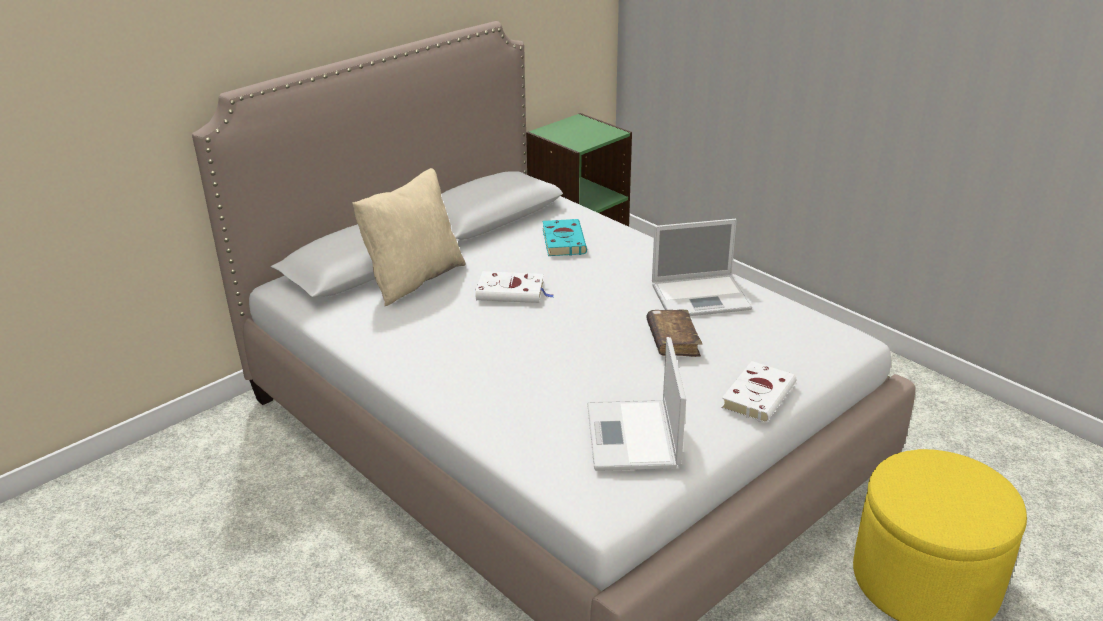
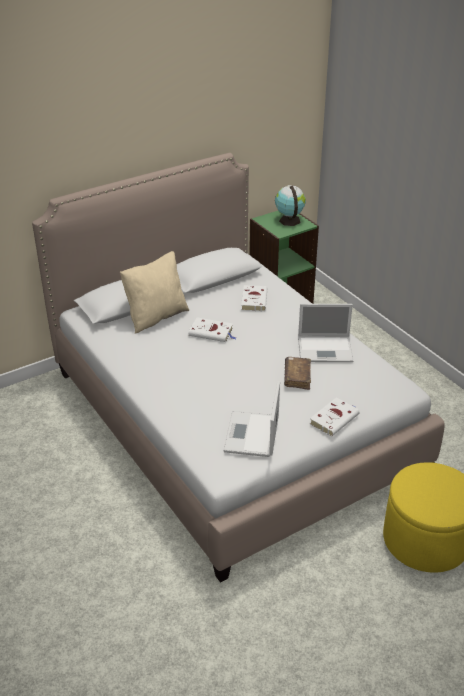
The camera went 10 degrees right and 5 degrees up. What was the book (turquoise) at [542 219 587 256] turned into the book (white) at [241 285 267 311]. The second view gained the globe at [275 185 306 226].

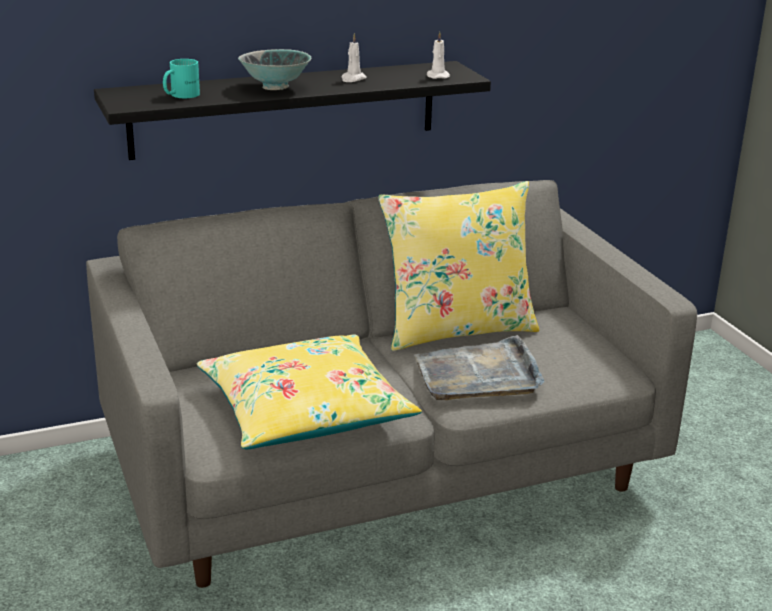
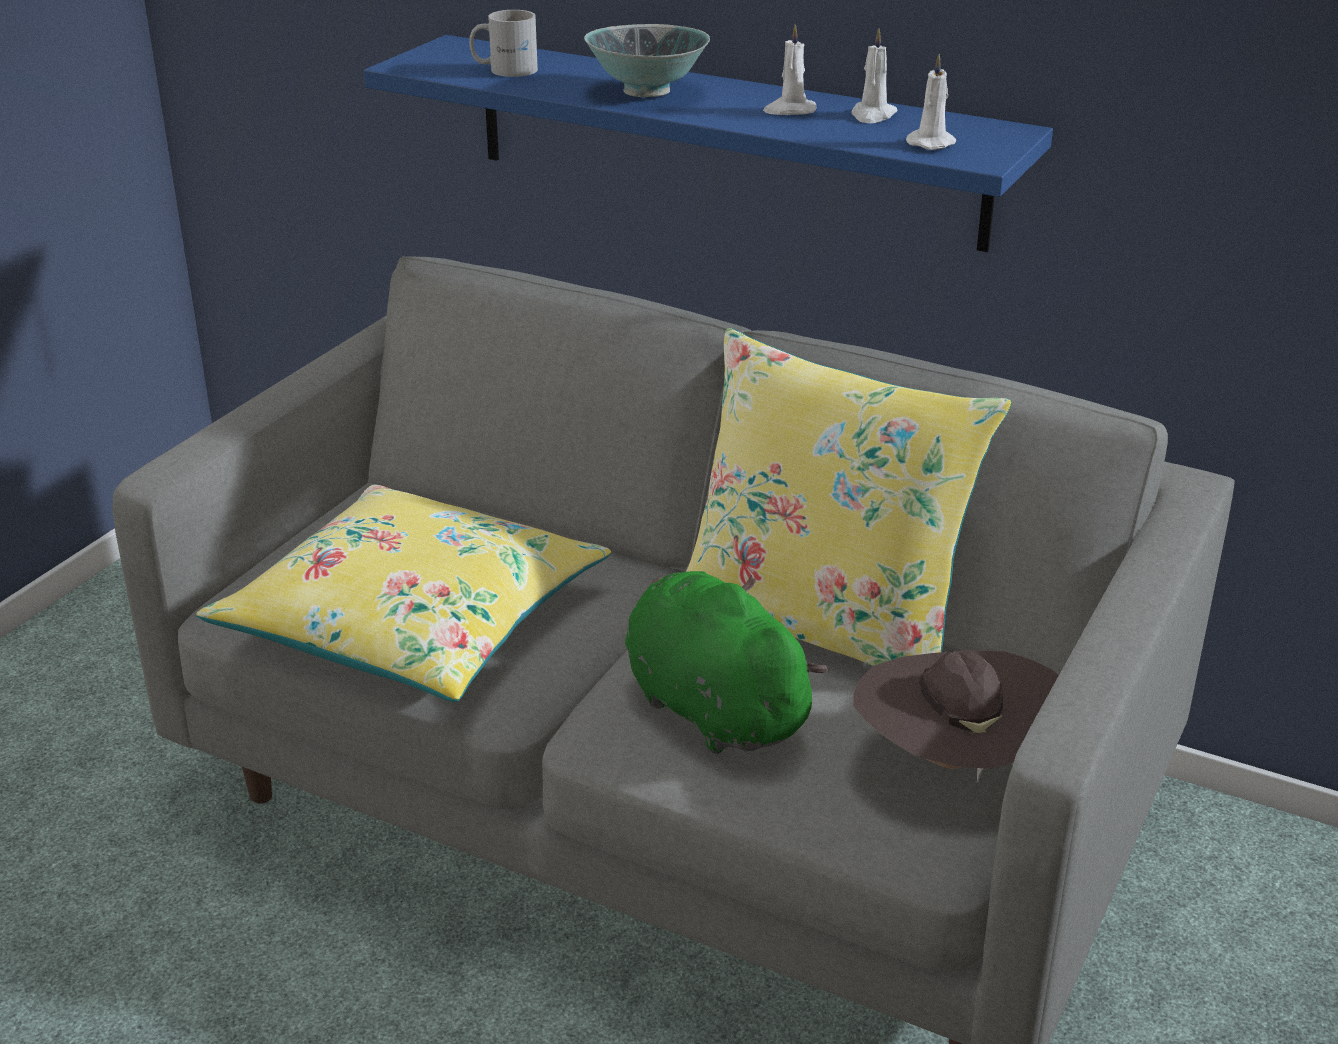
The camera went 50 degrees right and 5 degrees up. What was the shelf (black) at [94 61 491 160] turned into the shelf (blue) at [364 35 1053 252]. What was the mug (turquoise) at [163 59 200 98] turned into the mug (white) at [469 10 538 77]. Where the tray (grey) stood at [414 335 545 400], the plush toy (green) came to stand at [625 571 828 754]. The second view gained the candle (white) at [851 29 898 123]. The second view gained the hat (brown) at [853 650 1059 783].

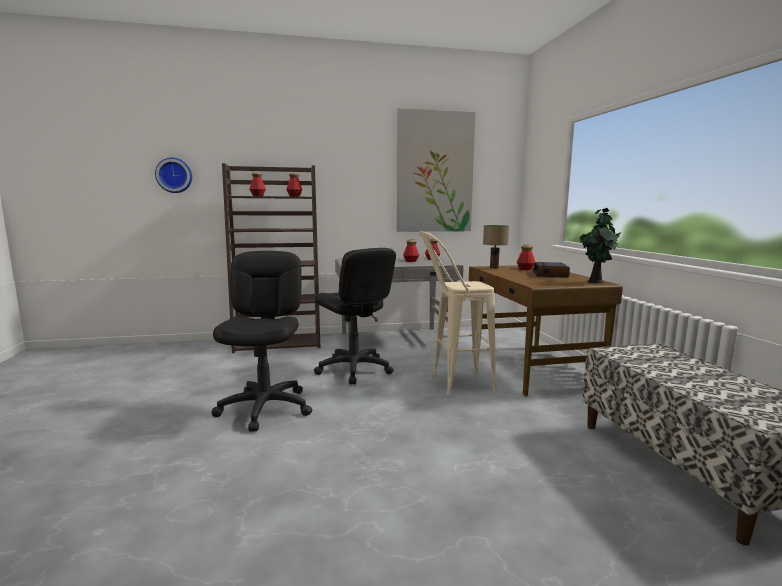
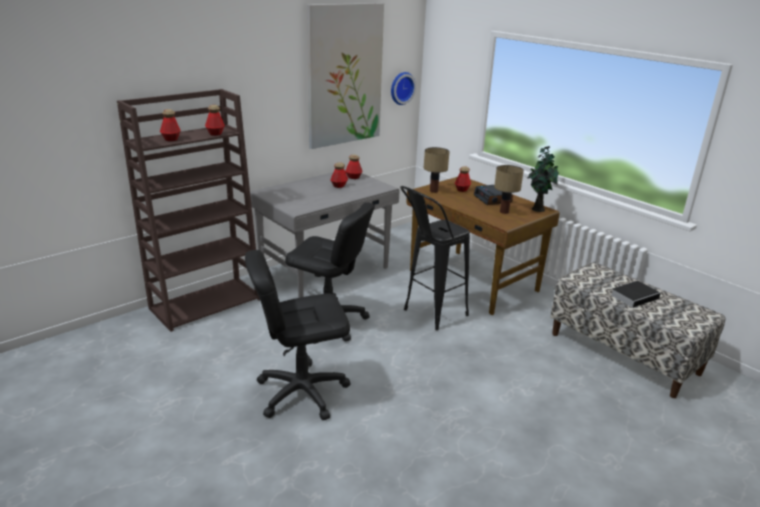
The camera went 30 degrees left and 15 degrees up. The office chair (black) at [212 251 312 432] ended up facing another way, 75 degrees counterclockwise from before. The wall clock ended up elsewhere, having gone from [155 158 192 193] to [391 72 416 105]. What was the stool (beige) at [419 231 497 395] turned into the stool (black) at [400 186 470 330]. The second view gained the table lamp at [494 165 524 214]. The second view gained the book at [611 281 661 308].

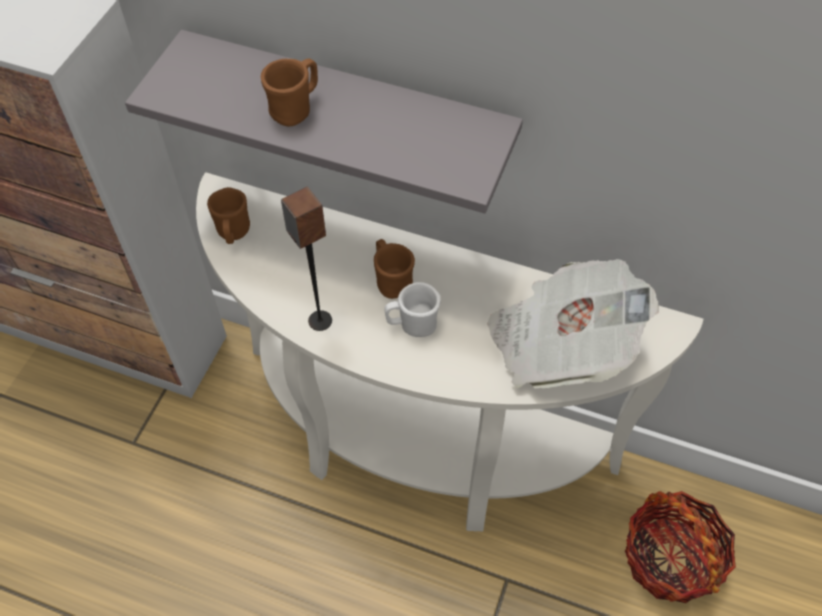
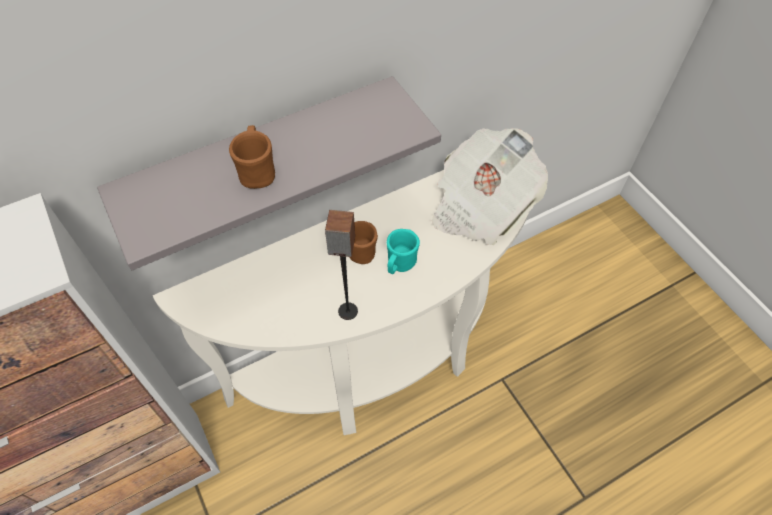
The camera went 50 degrees left and 0 degrees up. What was the mug (white) at [384 282 441 337] turned into the mug (turquoise) at [387 229 420 274]. The second view lost the mug (brown) at [207 187 250 244]. The second view lost the basket at [625 491 736 603].

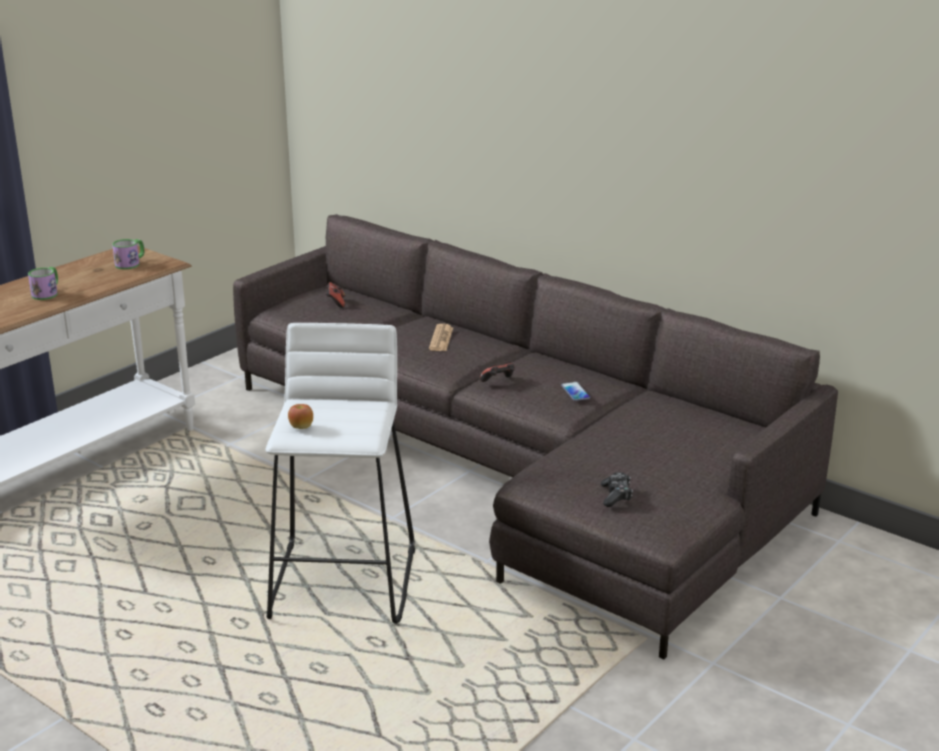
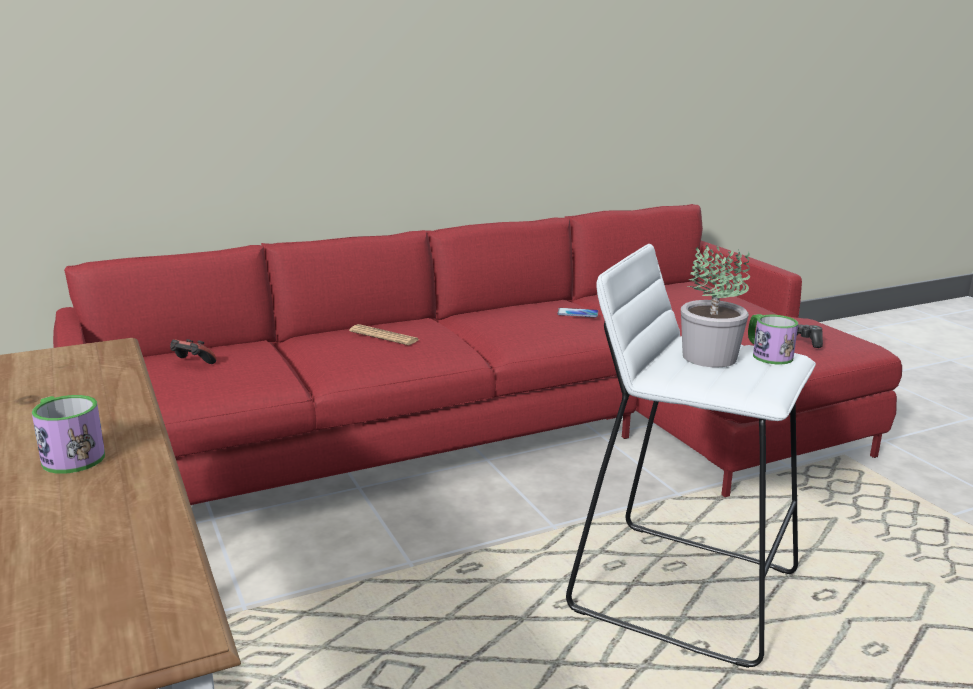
The camera went 65 degrees left and 5 degrees down. What was the sofa (grey) at [233 214 838 659] turned into the sofa (red) at [53 204 902 505]. The second view gained the potted plant at [681 244 750 367]. The mug ended up elsewhere, having gone from [112 239 144 269] to [748 314 798 364]. The second view lost the apple at [288 404 313 429]. The second view lost the game controller at [480 361 515 382].

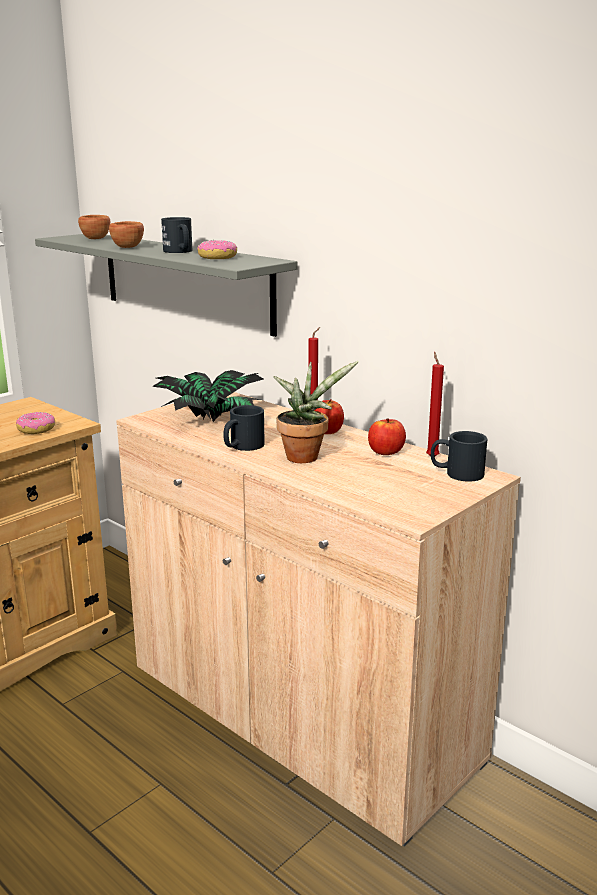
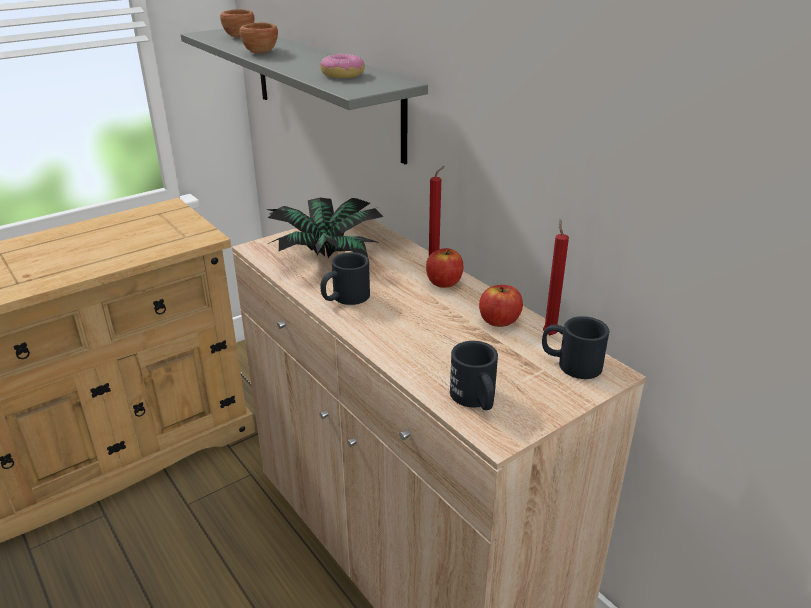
The camera went 10 degrees right and 10 degrees up. The mug (black) ended up elsewhere, having gone from [161 217 192 253] to [450 341 498 410]. The second view lost the donut at [16 412 55 434]. The second view lost the potted plant at [273 361 359 463].

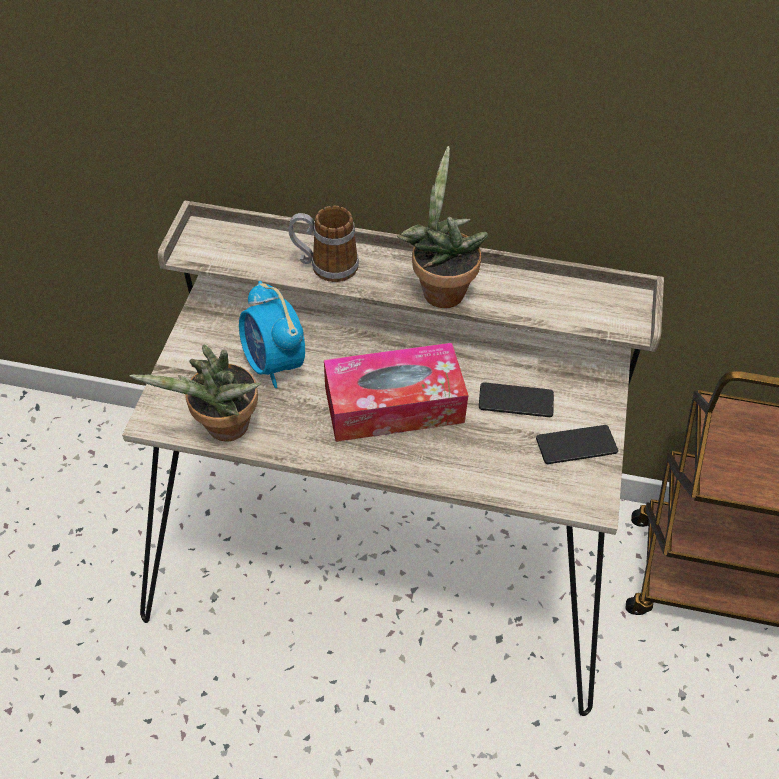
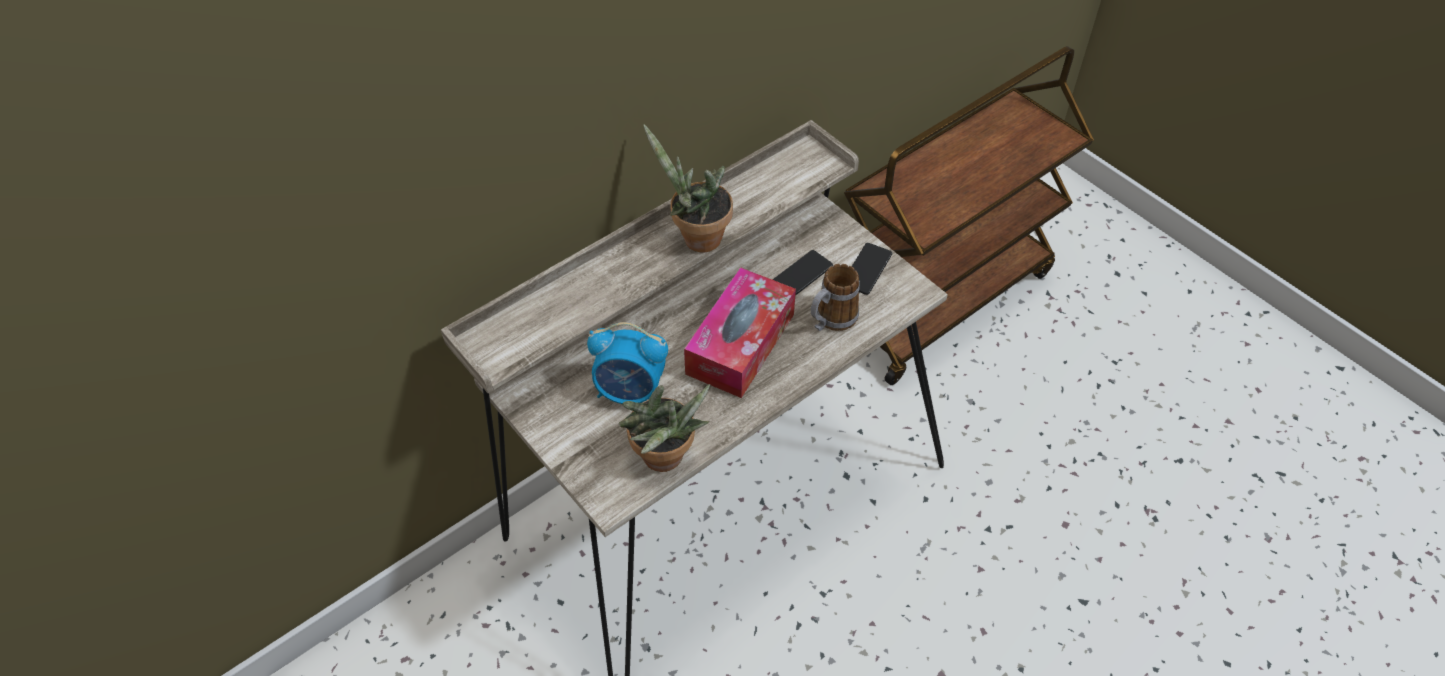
The camera went 50 degrees left and 0 degrees up. The mug ended up elsewhere, having gone from [288 206 359 282] to [811 264 860 331].

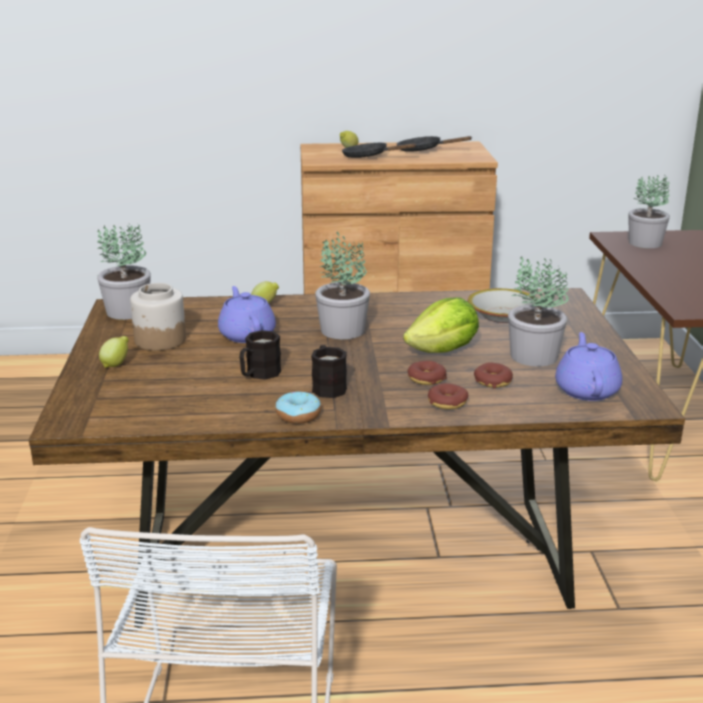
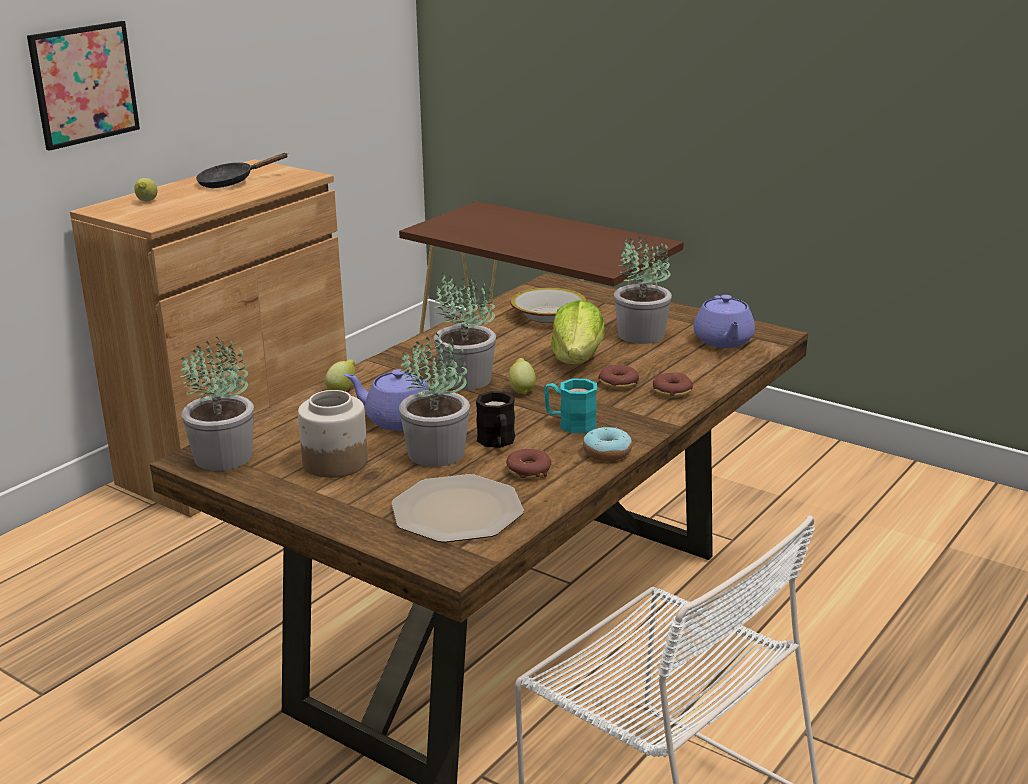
The camera went 50 degrees left and 0 degrees up. The second view gained the picture at [27 21 140 151]. The second view gained the plate at [391 474 524 543]. The potted plant ended up elsewhere, having gone from [629 175 670 248] to [399 333 470 467]. The donut ended up elsewhere, having gone from [474 362 513 389] to [506 449 551 479]. The lemon ended up elsewhere, having gone from [99 336 129 368] to [508 358 536 395]. What was the mug (black) at [311 345 347 398] turned into the mug (turquoise) at [544 379 597 433]. The teapot (purple) at [555 332 622 401] ended up facing another way, 135 degrees counterclockwise from before. The second view lost the frying pan (black) at [342 143 417 158].

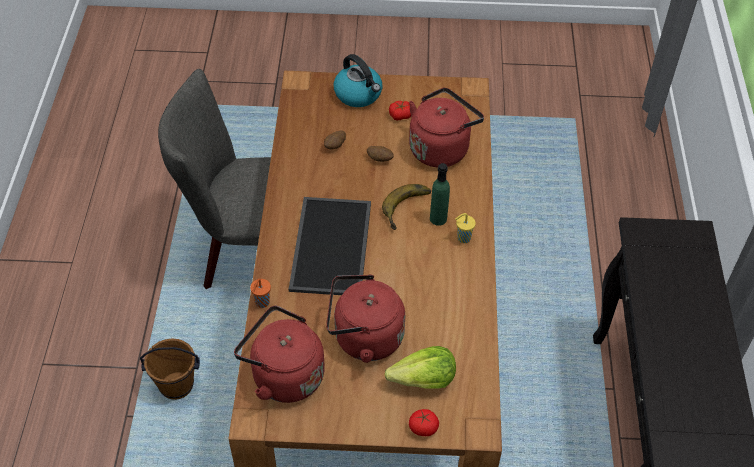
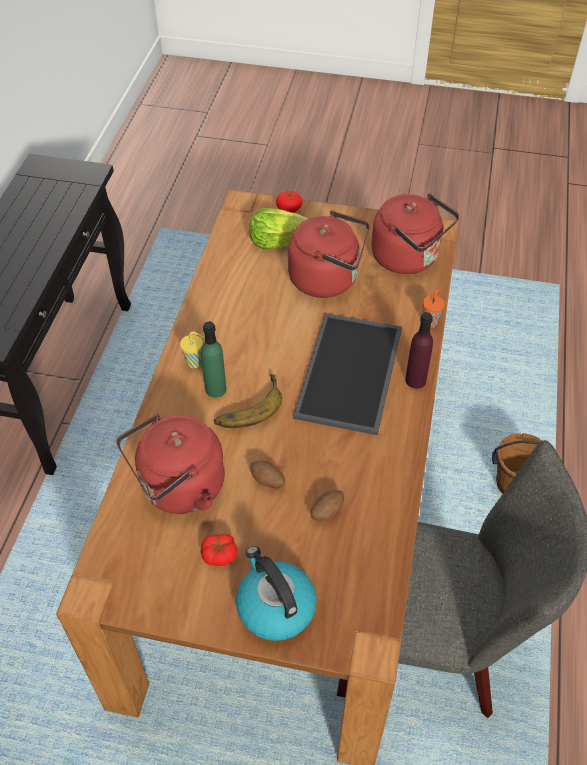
The camera went 170 degrees left and 0 degrees up. The second view gained the bottle (purple) at [405 312 433 389].

